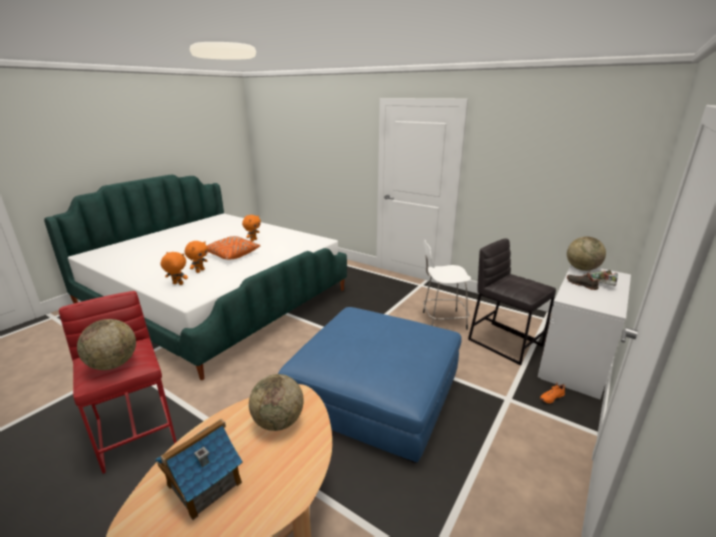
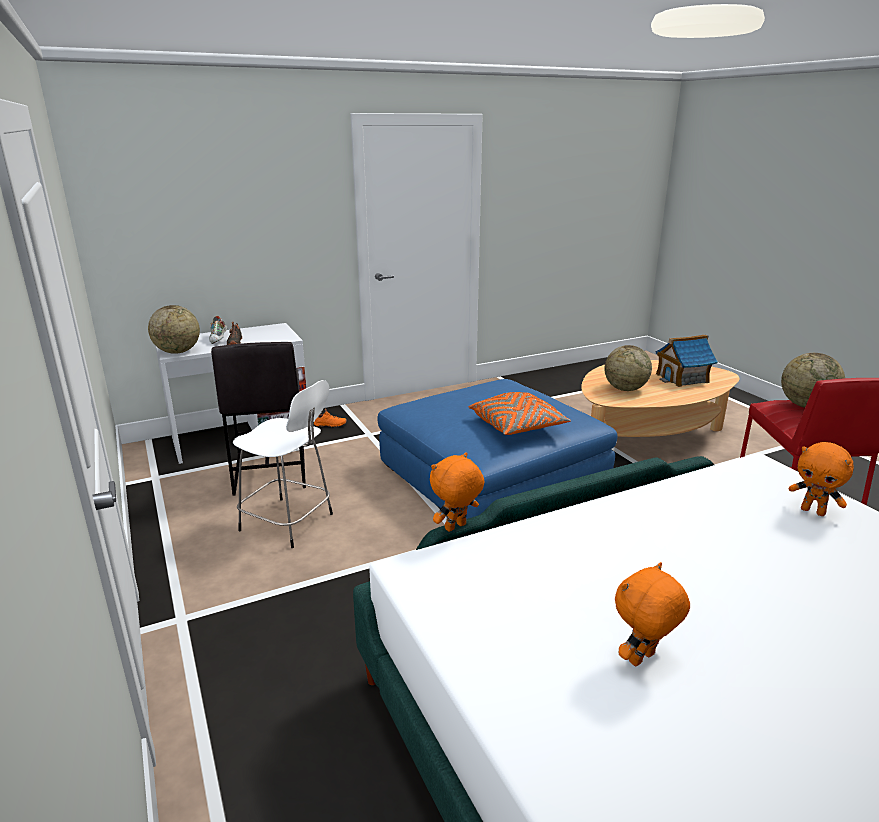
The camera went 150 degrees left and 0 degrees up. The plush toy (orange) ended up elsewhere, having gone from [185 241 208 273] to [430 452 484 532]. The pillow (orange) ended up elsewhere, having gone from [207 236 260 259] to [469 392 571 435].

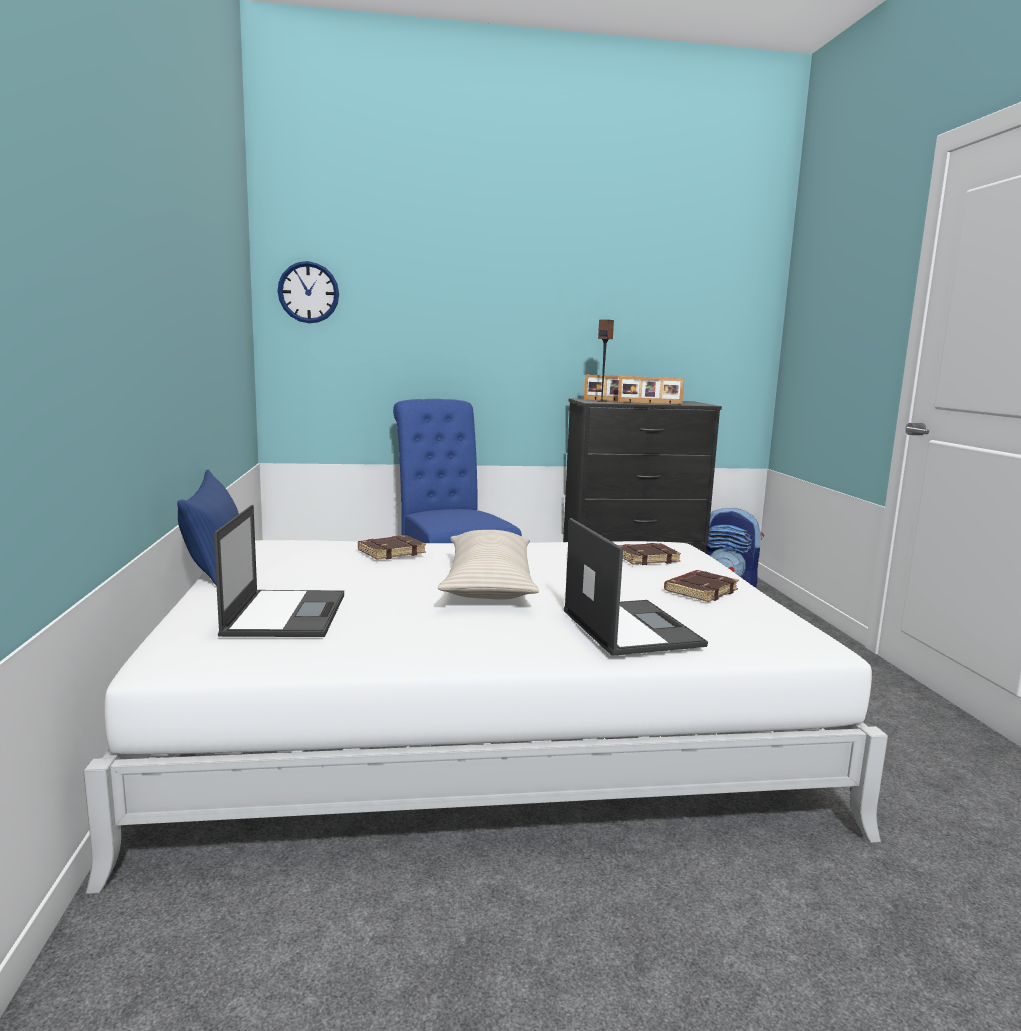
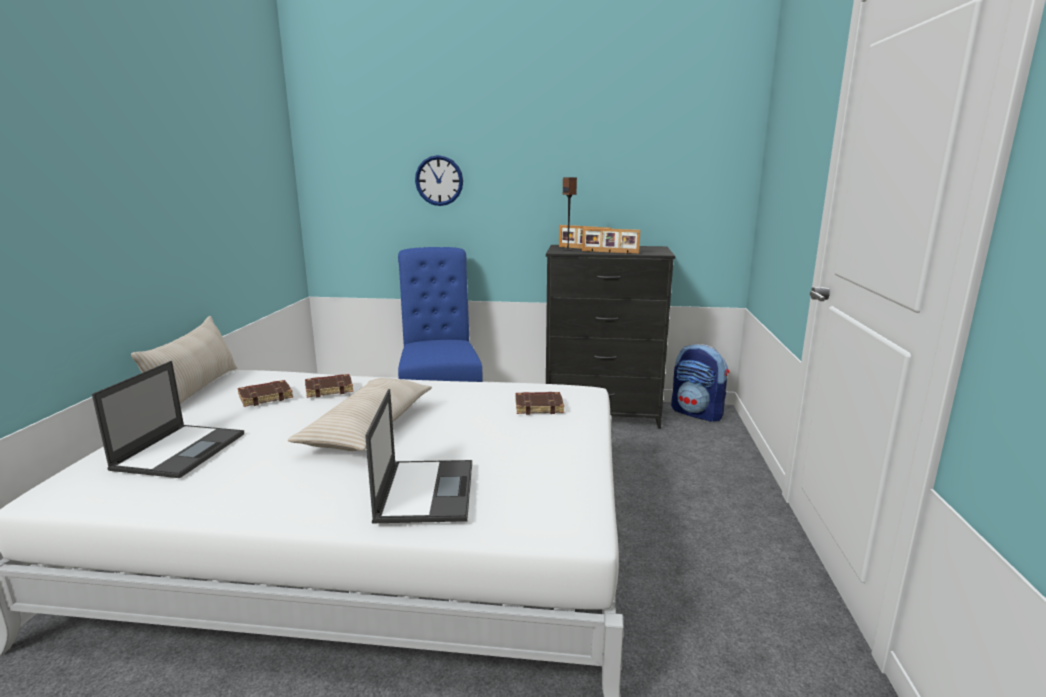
The camera went 15 degrees right and 5 degrees up. What was the pillow (blue) at [177 470 239 586] turned into the pillow (beige) at [131 316 237 404]. The book (brown) ended up elsewhere, having gone from [664 570 739 602] to [238 380 293 407]. The wall clock ended up elsewhere, having gone from [278 261 339 323] to [415 155 463 206].

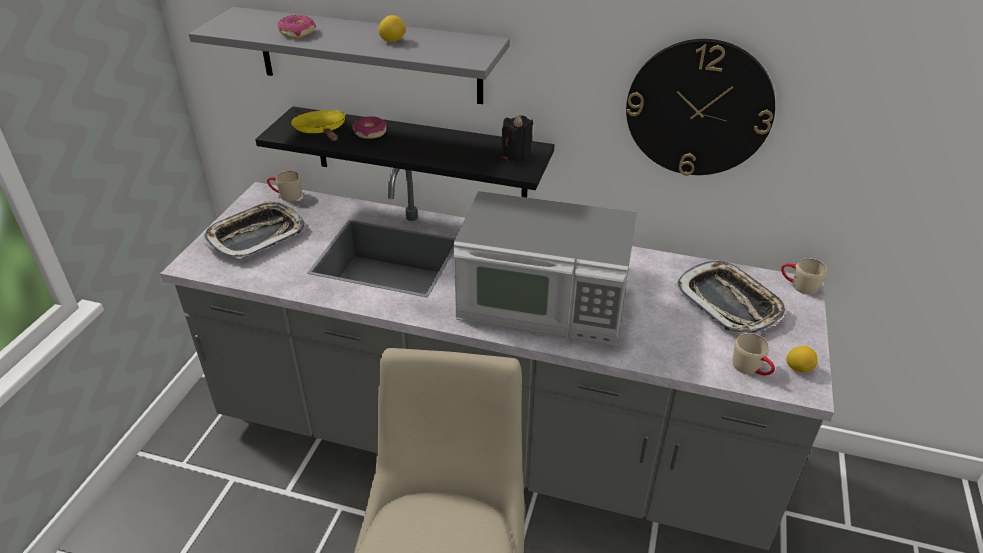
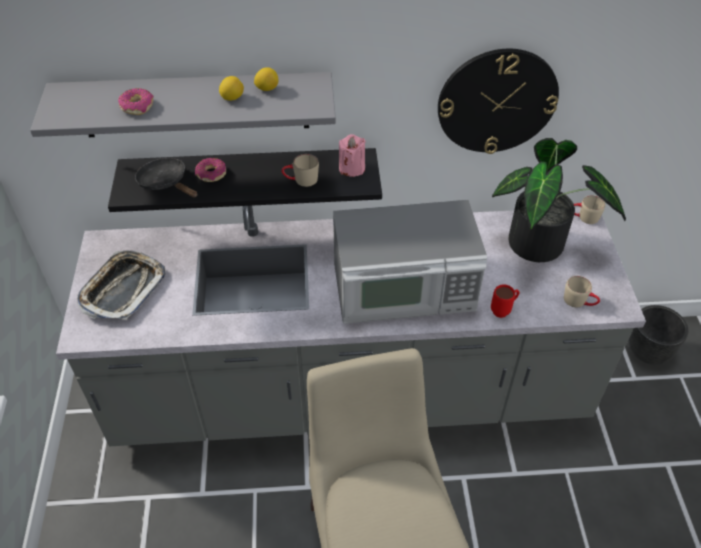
The camera went 20 degrees left and 10 degrees up. What was the frying pan (yellow) at [291 110 346 141] turned into the frying pan (black) at [135 158 198 197]. The lemon ended up elsewhere, having gone from [786 346 818 372] to [254 67 278 91]. The mug (beige) ended up elsewhere, having gone from [267 171 302 201] to [282 154 319 187]. What was the candle (black) at [502 115 533 162] turned into the candle (pink) at [339 134 366 177]. The second view gained the mug (red) at [491 284 519 318]. Where the tray stood at [675 261 787 335], the potted plant came to stand at [492 138 626 262]. The second view gained the planter (black) at [629 305 689 365].

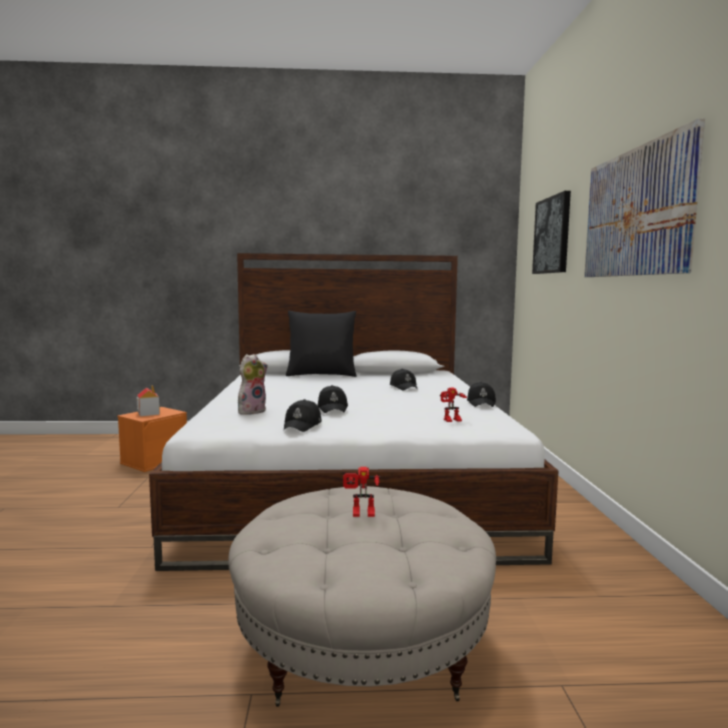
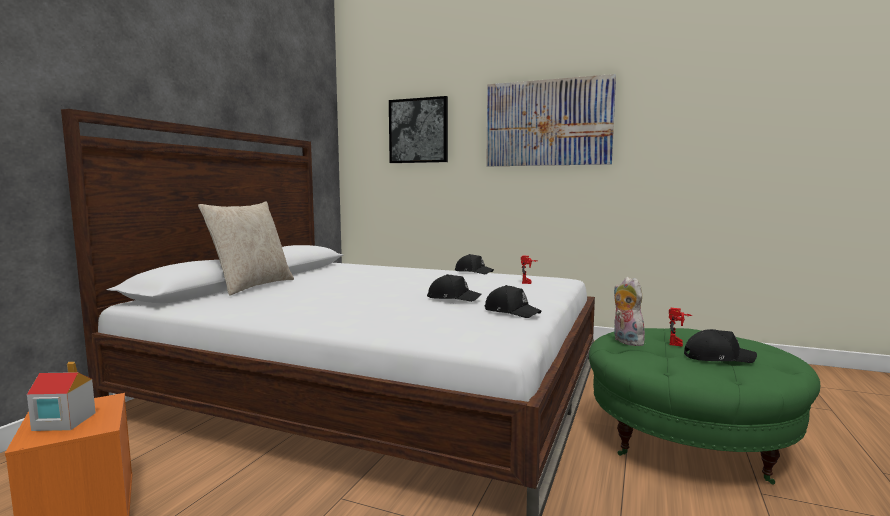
The camera went 65 degrees left and 0 degrees up. What was the pillow (black) at [286 311 357 377] turned into the pillow (beige) at [198 201 294 296]. What was the ottoman (beige) at [228 486 496 707] turned into the ottoman (green) at [589 328 820 484]. The plush toy ended up elsewhere, having gone from [238 354 268 415] to [613 277 645 346]. The cap (black) ended up elsewhere, having gone from [390 369 418 391] to [684 329 757 363].

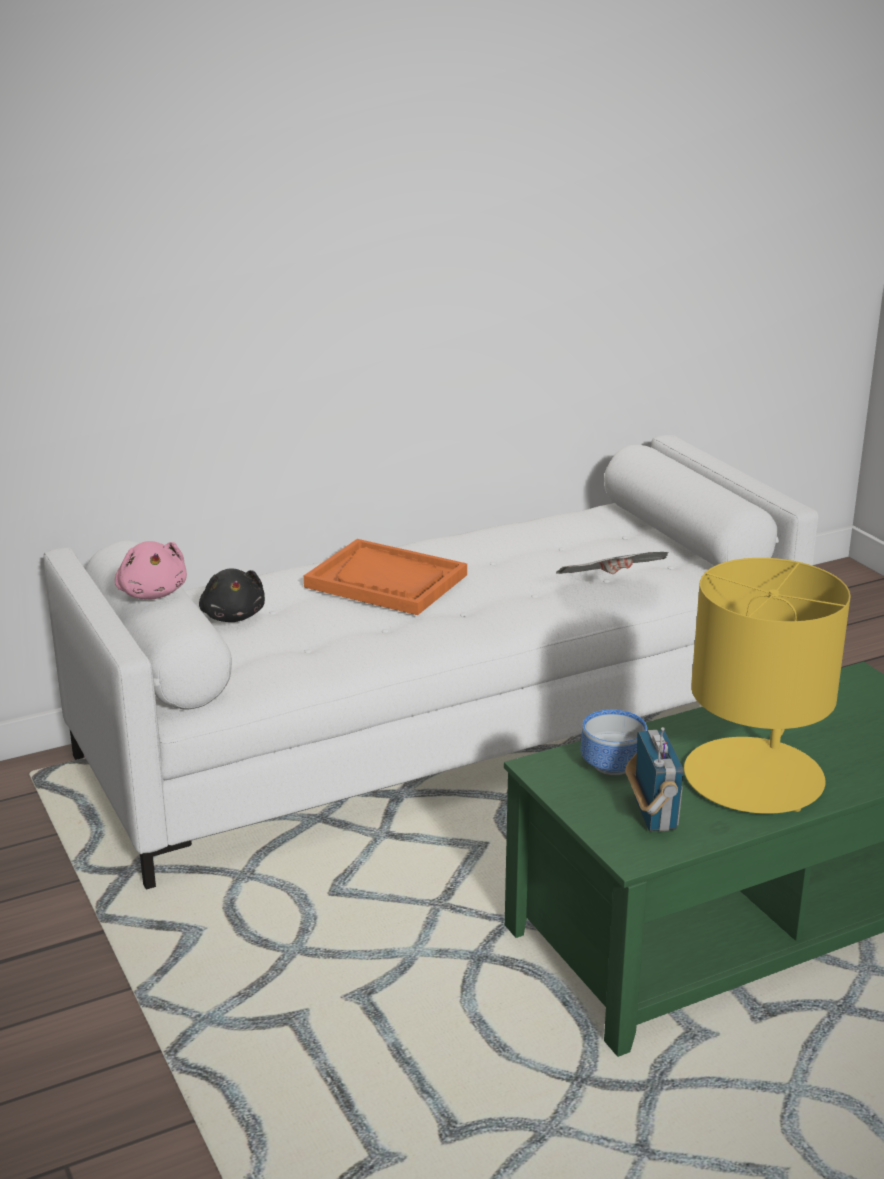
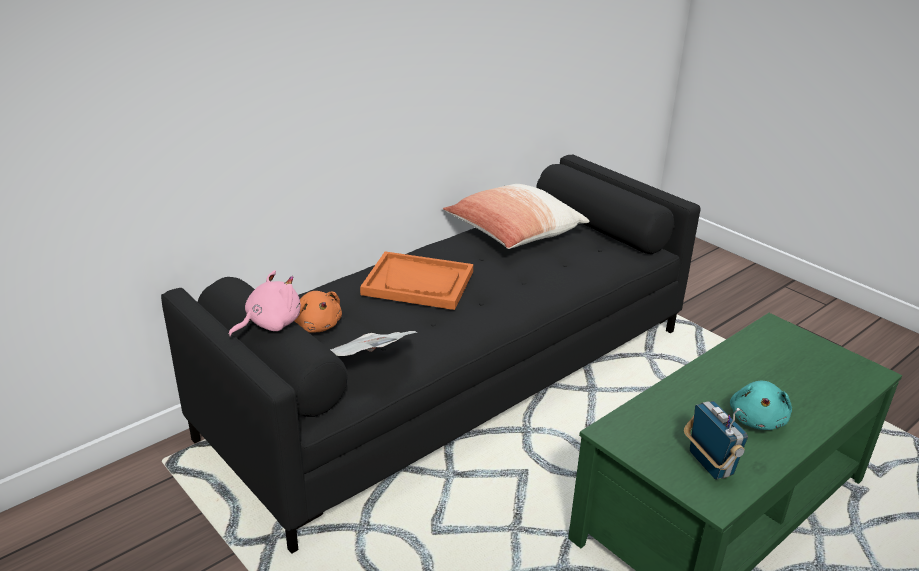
The camera went 15 degrees left and 5 degrees up. What was the sofa (white) at [43 435 818 890] turned into the sofa (black) at [161 154 701 554]. The plush toy (pink) at [115 541 187 599] ended up facing another way, 90 degrees counterclockwise from before. What was the plush toy (black) at [199 569 265 622] turned into the plush toy (orange) at [294 291 342 333]. The newspaper ended up elsewhere, having gone from [556 552 669 574] to [330 331 417 356]. The second view gained the pillow at [443 184 590 249]. Where the table lamp (yellow) stood at [684 558 851 814], the plush toy (turquoise) came to stand at [730 381 792 430]. The second view lost the bowl at [581 710 647 775].

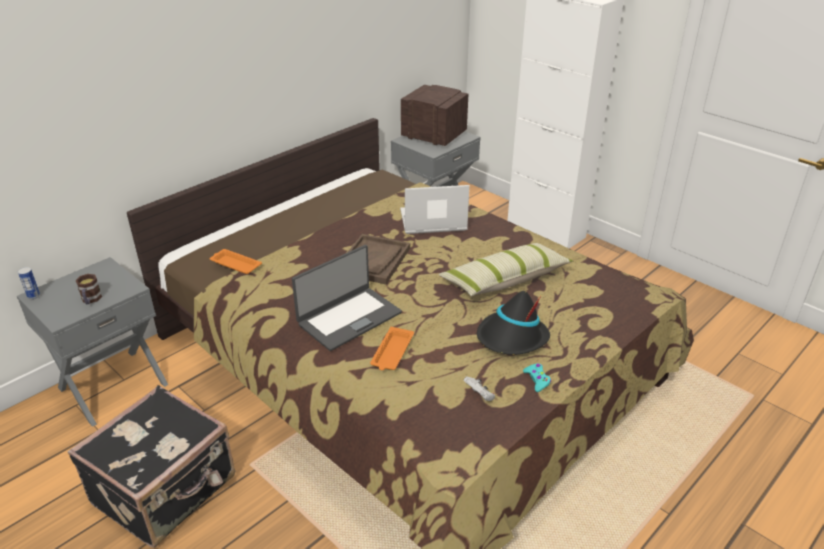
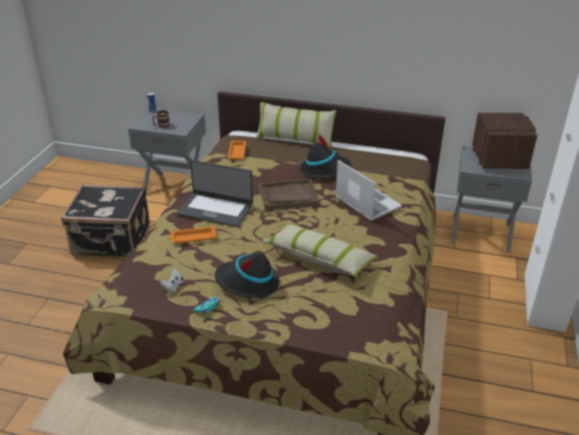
The camera went 60 degrees right and 0 degrees up. The second view gained the pillow at [255 102 337 149]. The second view gained the hat (black) at [301 134 351 179].

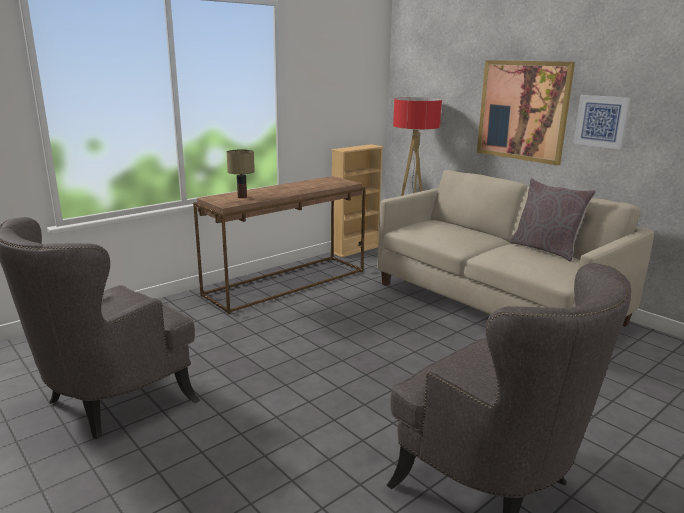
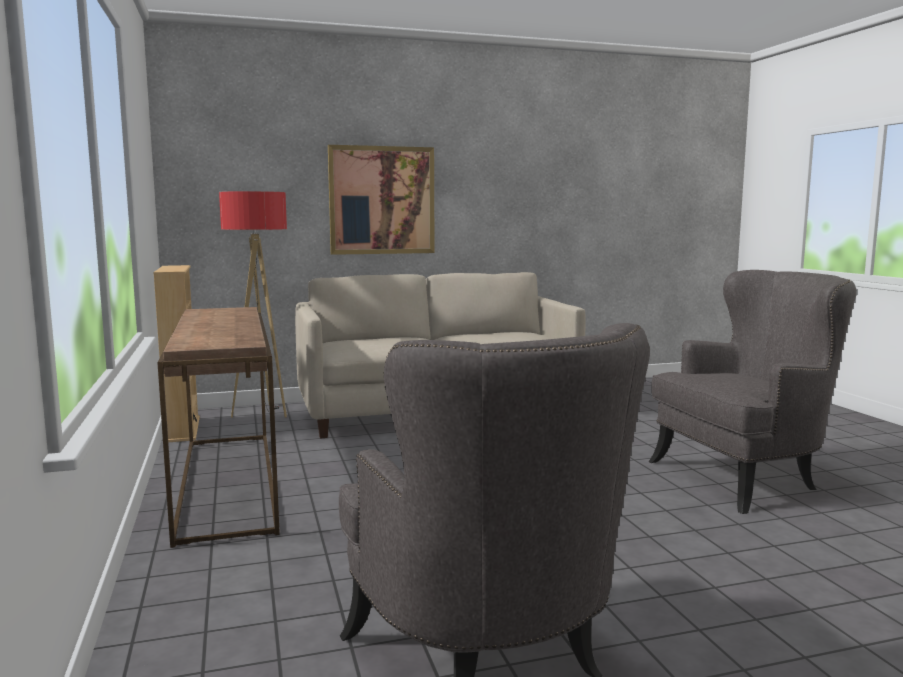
The camera went 65 degrees left and 10 degrees down. The second view lost the table lamp at [227 149 255 198]. The second view lost the pillow (grey) at [509 178 596 261]. The second view lost the picture at [573 95 631 150].

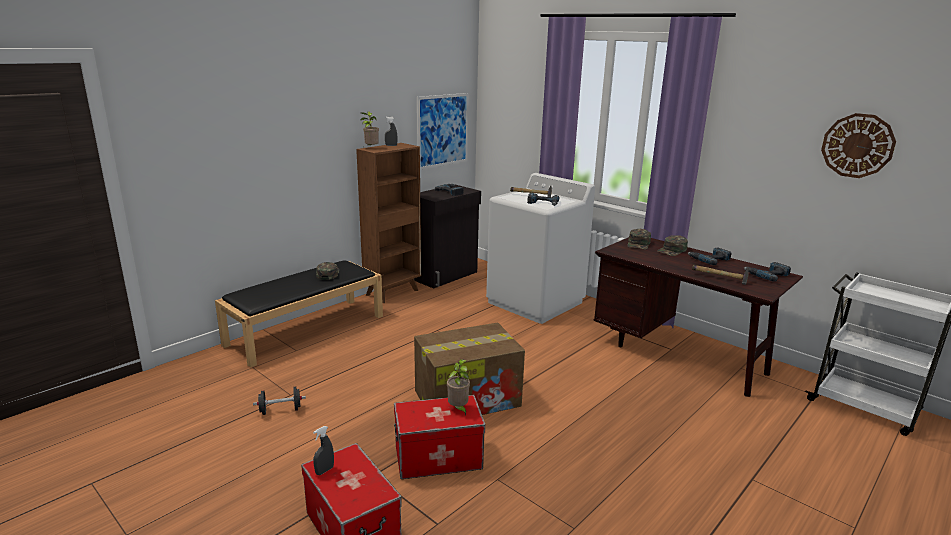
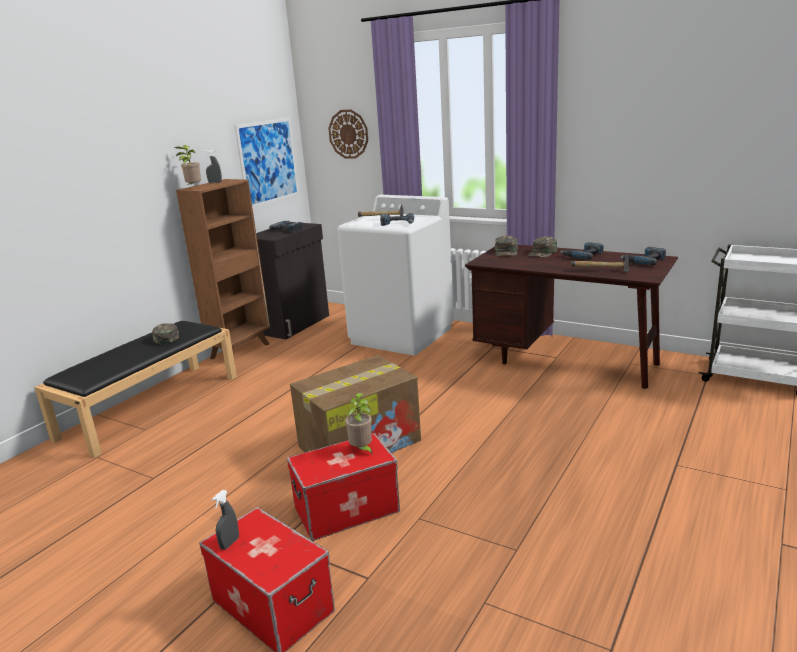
The camera went 10 degrees left and 0 degrees up. The wall clock ended up elsewhere, having gone from [821 113 896 178] to [328 110 368 159]. The second view lost the dumbbell (black) at [253 387 306 415].

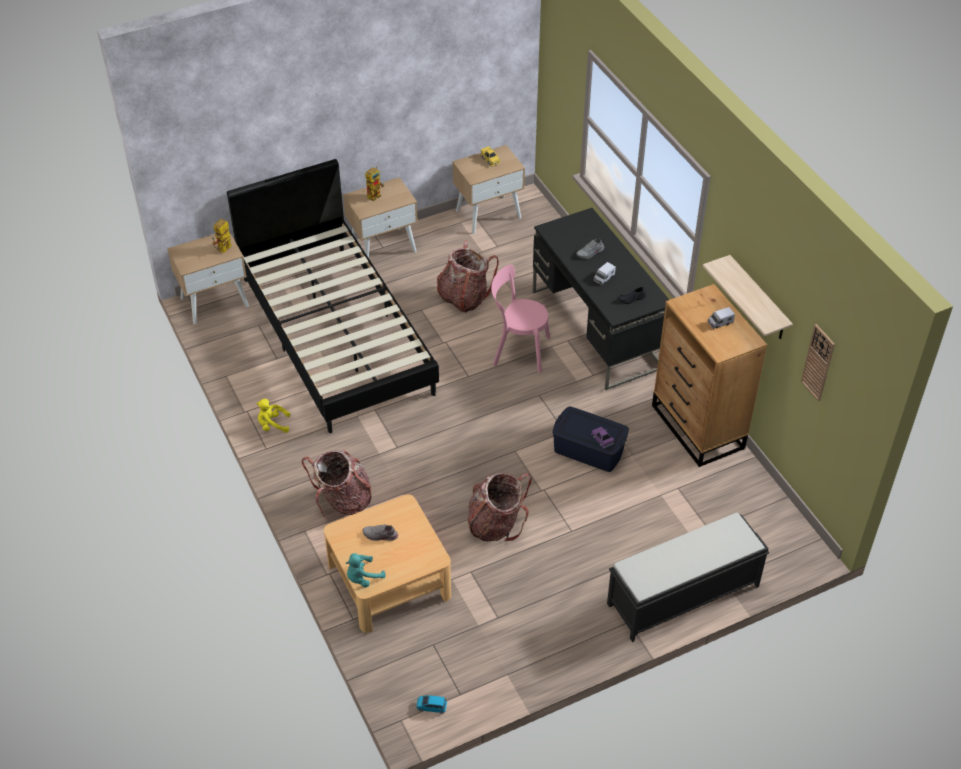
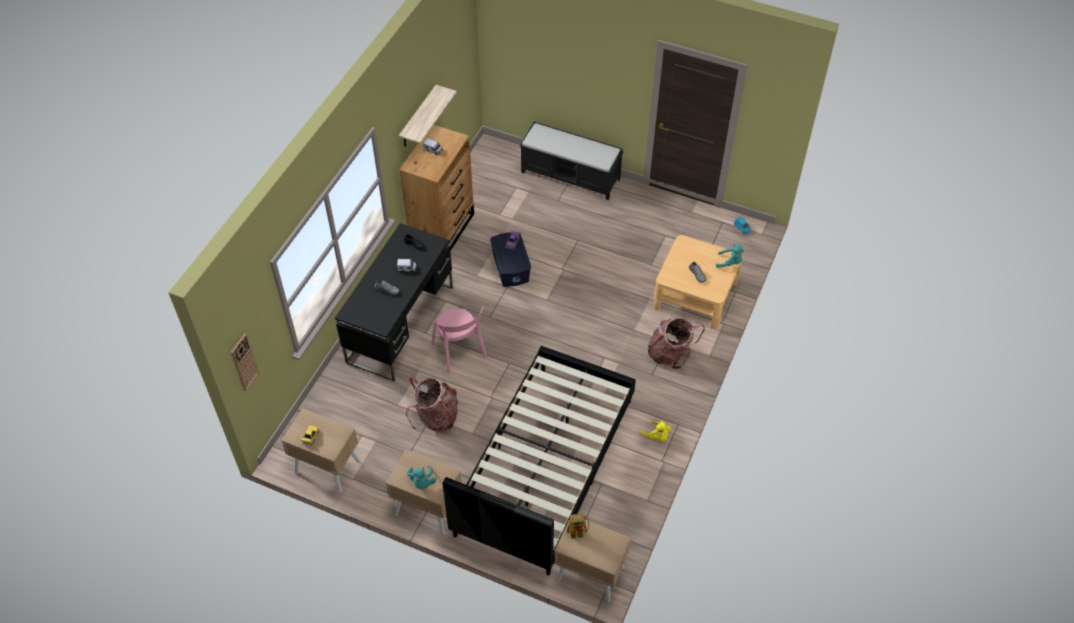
The camera went 130 degrees left and 5 degrees up. The wall clock ended up elsewhere, having gone from [801 324 835 401] to [231 333 259 391]. Where the toy robot stood at [365 166 384 202], the plush toy (turquoise) came to stand at [407 465 437 489]. The second view lost the backpack at [468 473 532 541].

